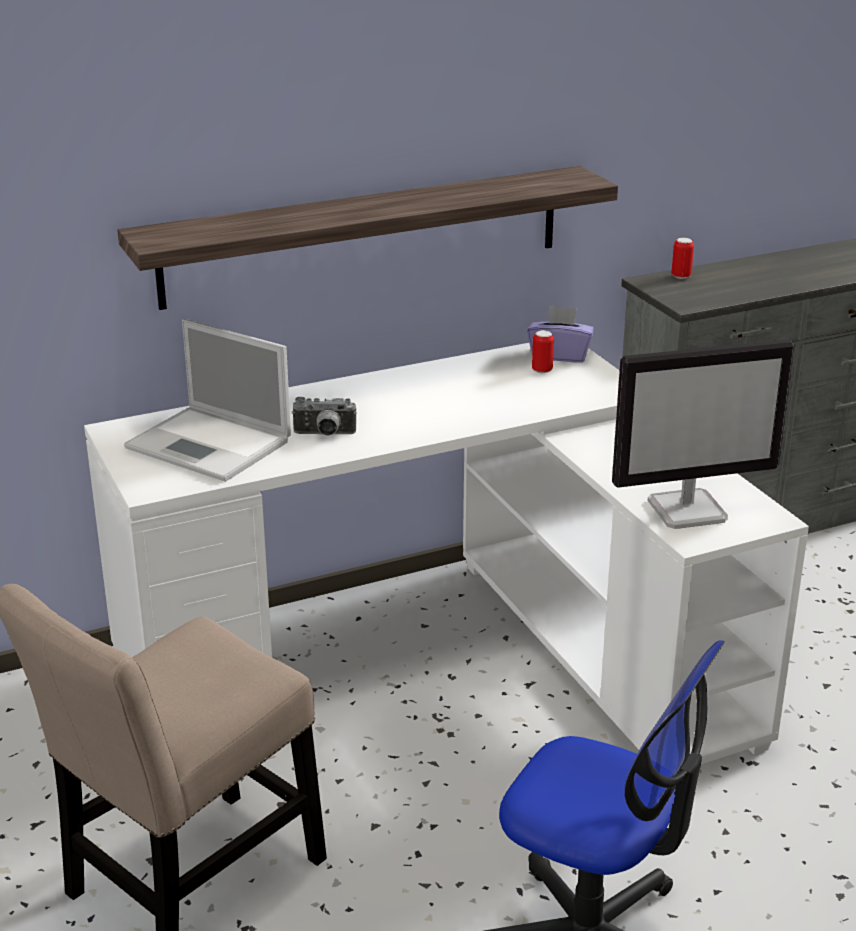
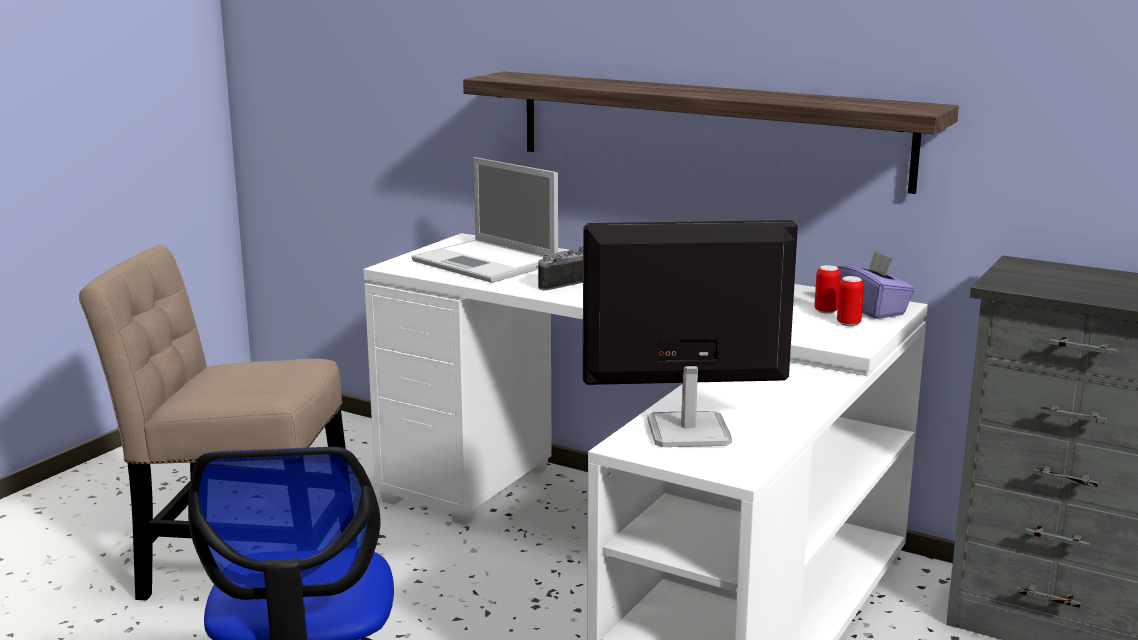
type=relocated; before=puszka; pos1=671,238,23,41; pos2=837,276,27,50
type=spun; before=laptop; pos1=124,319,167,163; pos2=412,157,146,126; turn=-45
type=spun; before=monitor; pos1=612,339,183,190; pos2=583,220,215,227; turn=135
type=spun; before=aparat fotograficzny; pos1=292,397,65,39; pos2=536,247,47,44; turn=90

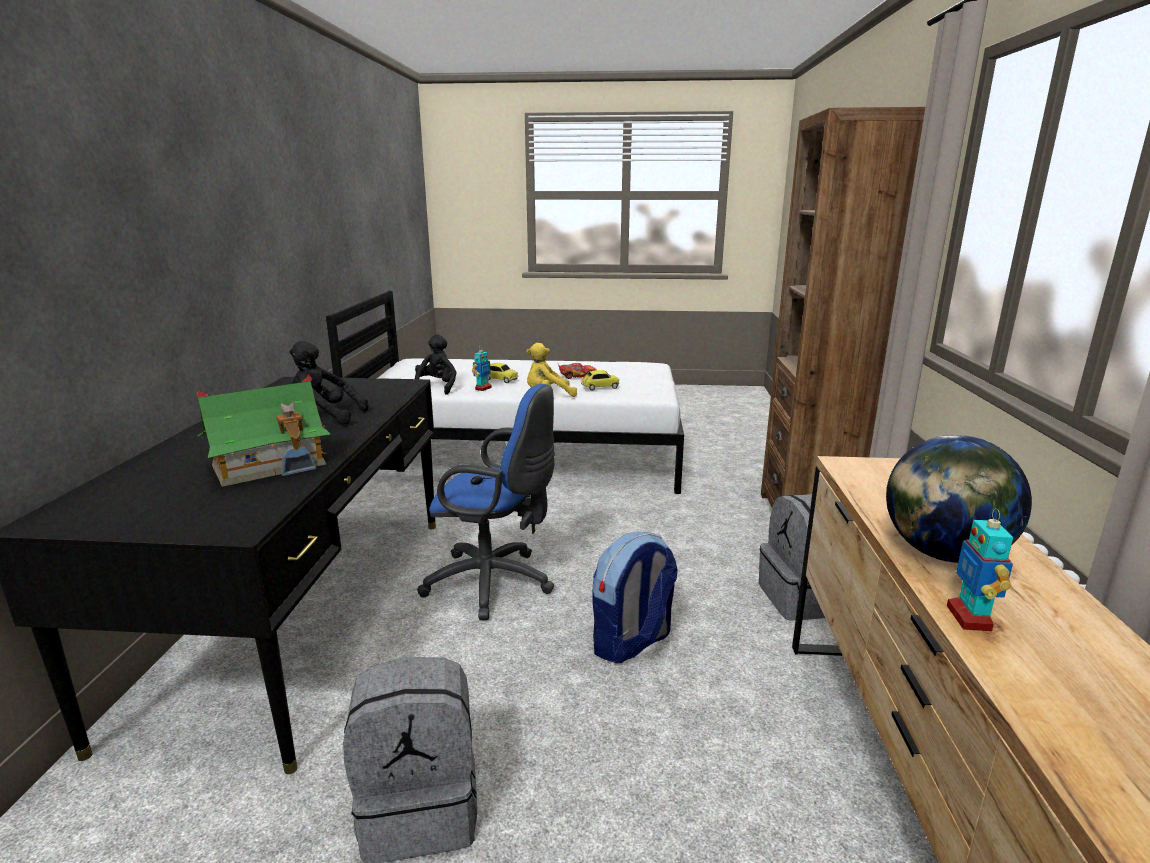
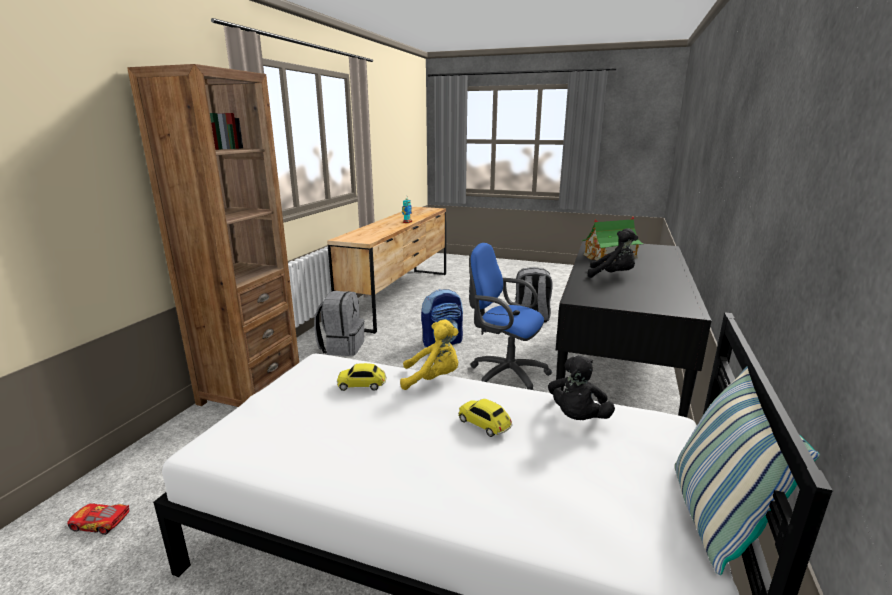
type=missing; before=robot zabawkowy; pos1=472,347,20,44
type=relocated; before=samochodzik; pos1=558,363,39,16; pos2=67,503,62,32
type=missing; before=globus; pos1=886,435,146,128
type=appeared; after=poduszka; pos2=674,366,146,209

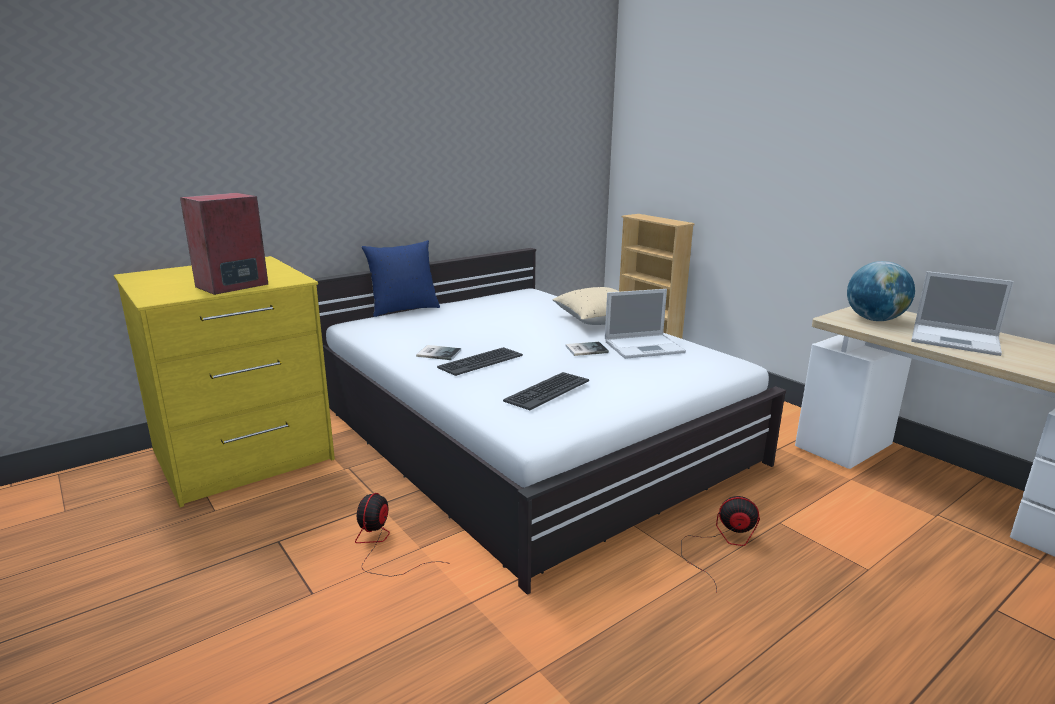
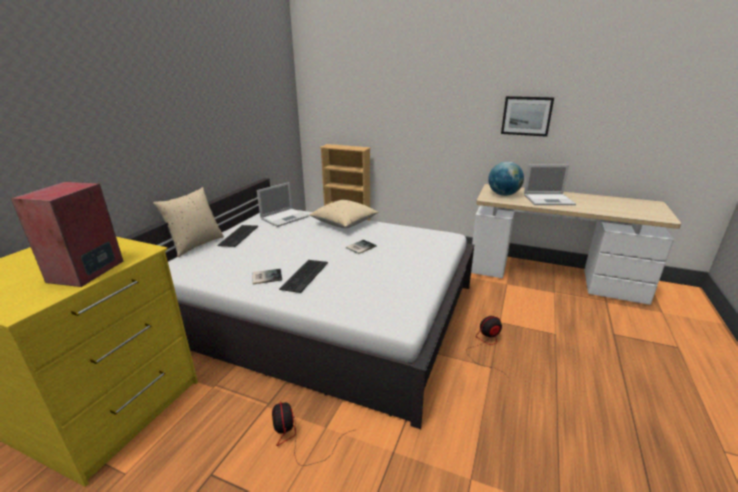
type=colour; before=poduszka [niebieski]; after=poduszka [beżowy]; pos1=362,240,78,77; pos2=153,187,71,70
type=relocated; before=laptop; pos1=605,289,81,70; pos2=257,182,52,45
type=relocated; before=klawiatura; pos1=503,372,86,38; pos2=218,225,40,22
type=appeared; after=obraz; pos2=501,96,53,41

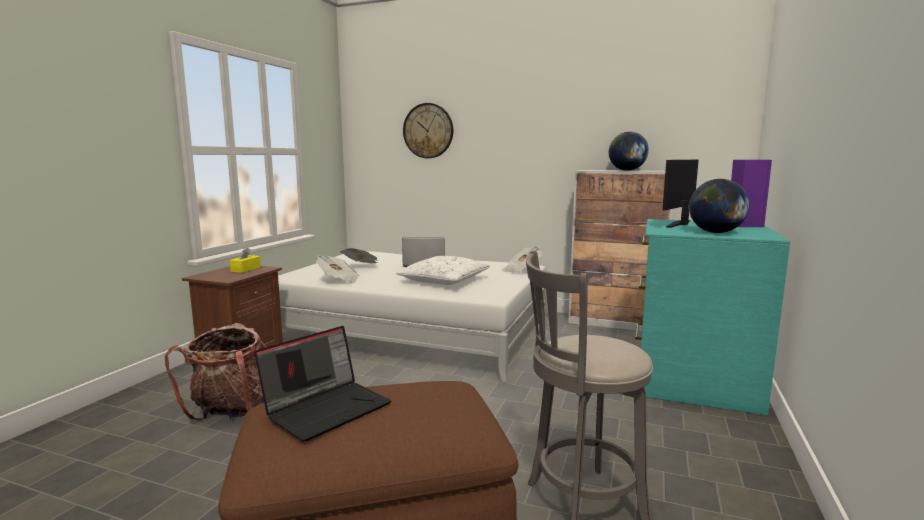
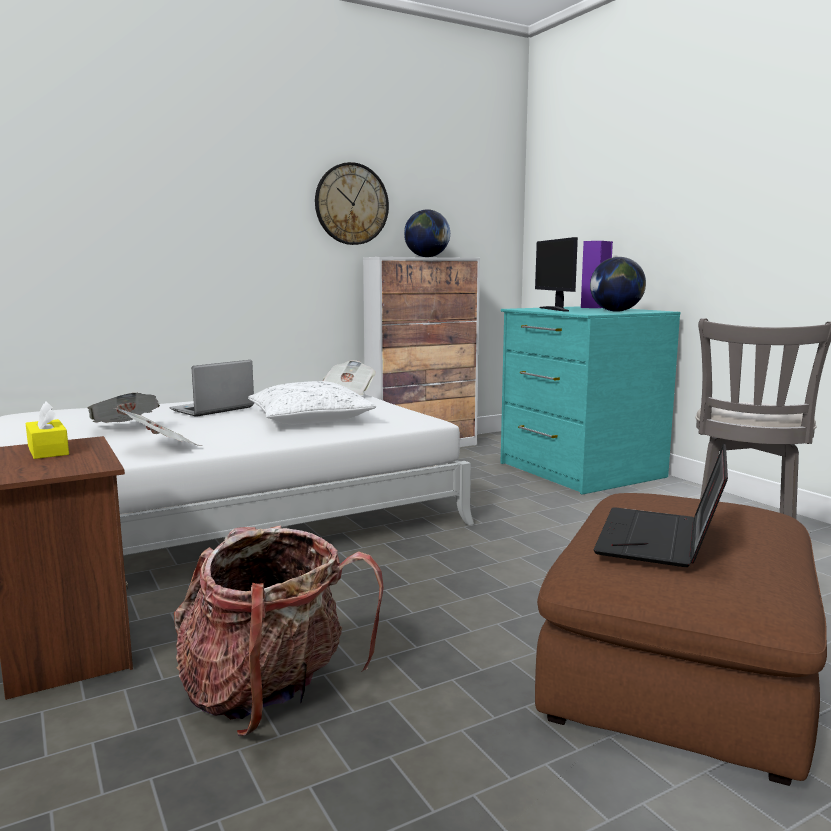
type=relocated; before=zegar ścienny; pos1=403,103,50,55; pos2=315,162,74,83
type=spun; before=laptop; pos1=254,326,137,116; pos2=593,443,135,124; turn=-150

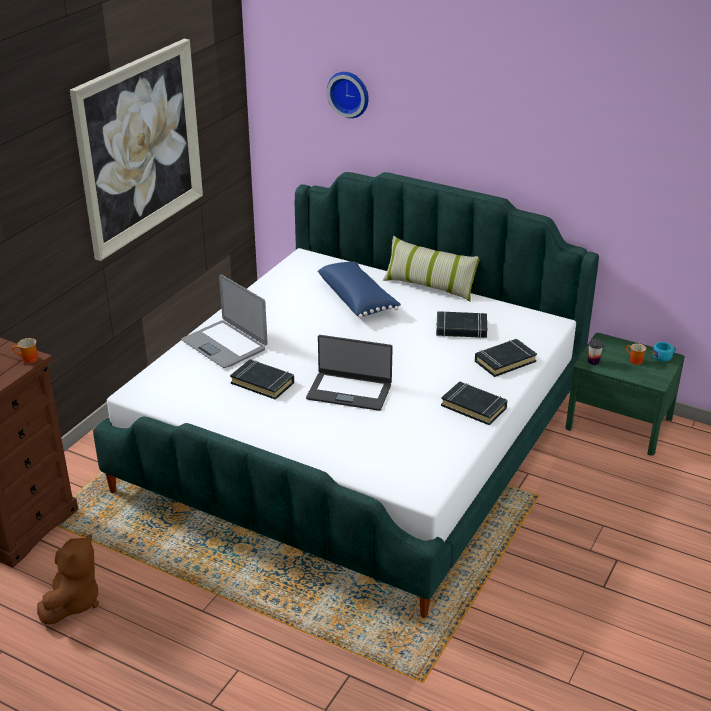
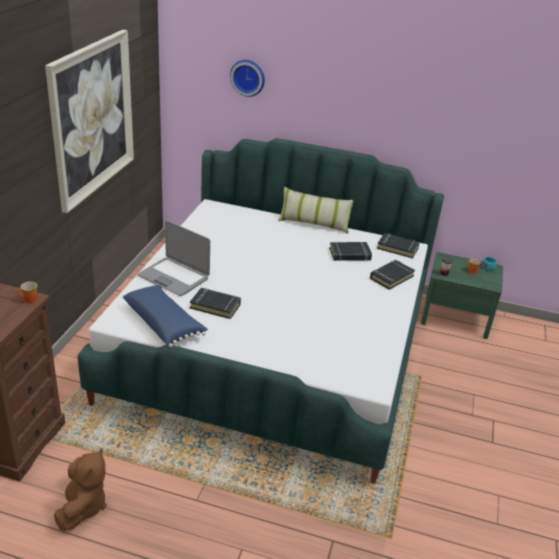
type=relocated; before=poduszka [niebieski]; pos1=317,261,84,57; pos2=122,285,86,63
type=missing; before=laptop; pos1=306,335,87,76
type=relocated; before=książka [czarny]; pos1=441,382,66,43; pos2=377,233,43,25

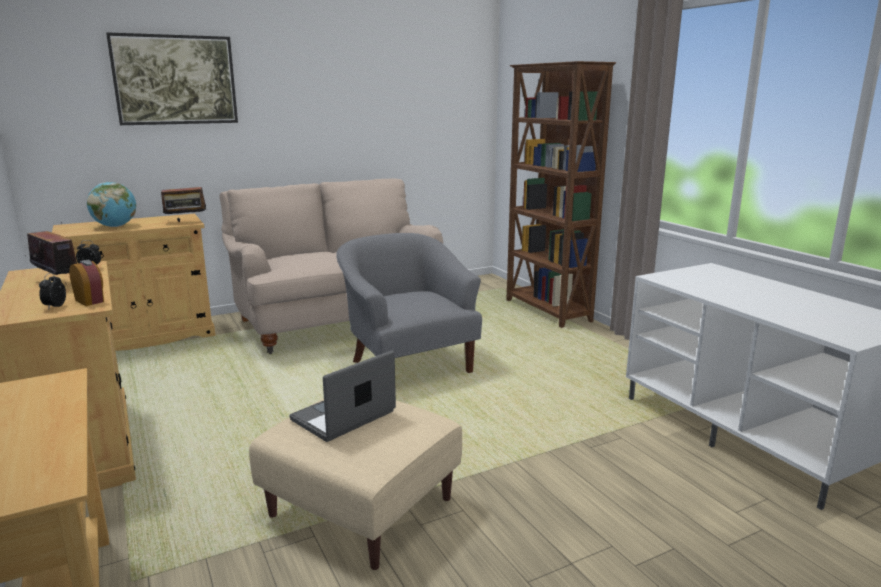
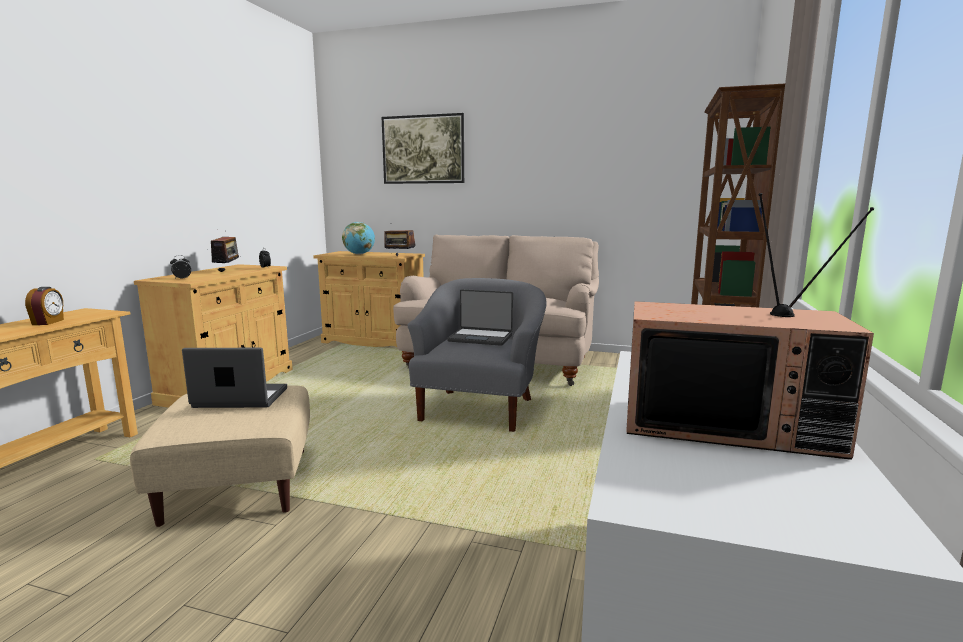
type=relocated; before=budzik; pos1=69,260,35,46; pos2=25,287,39,38
type=appeared; after=telewizor; pos2=626,193,248,267
type=appeared; after=laptop; pos2=447,289,66,57

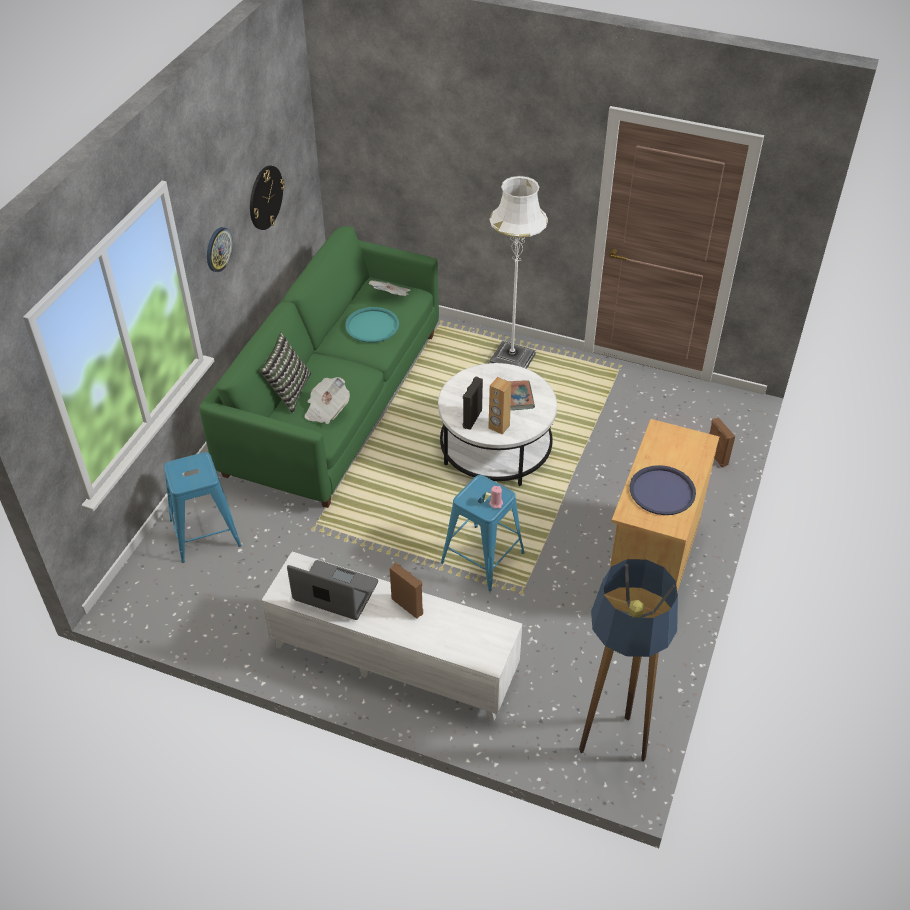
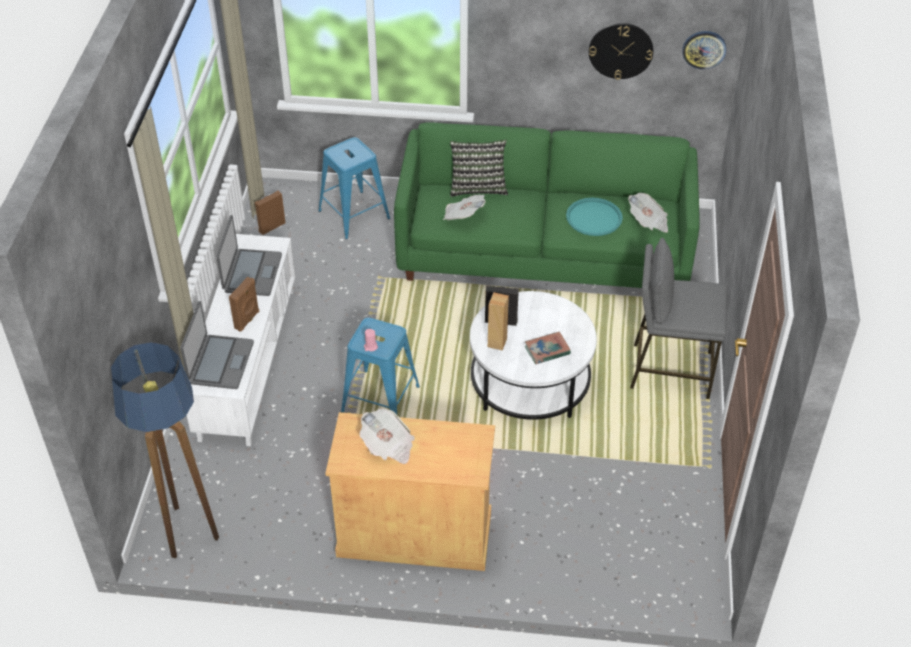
type=exchanged; before=lampa stojąca [biały]; after=stołek [szary]; pos1=488,176,60,193; pos2=630,238,97,161
type=relocated; before=zegar ścienny; pos1=207,227,26,45; pos2=683,31,43,38
type=relocated; before=głośnik [brązowy]; pos1=709,417,26,51; pos2=254,190,31,45
type=exchanged; before=taca [niebieski]; after=gazeta; pos1=630,465,66,50; pos2=359,409,56,55
type=appeared; after=laptop; pos2=180,301,74,88

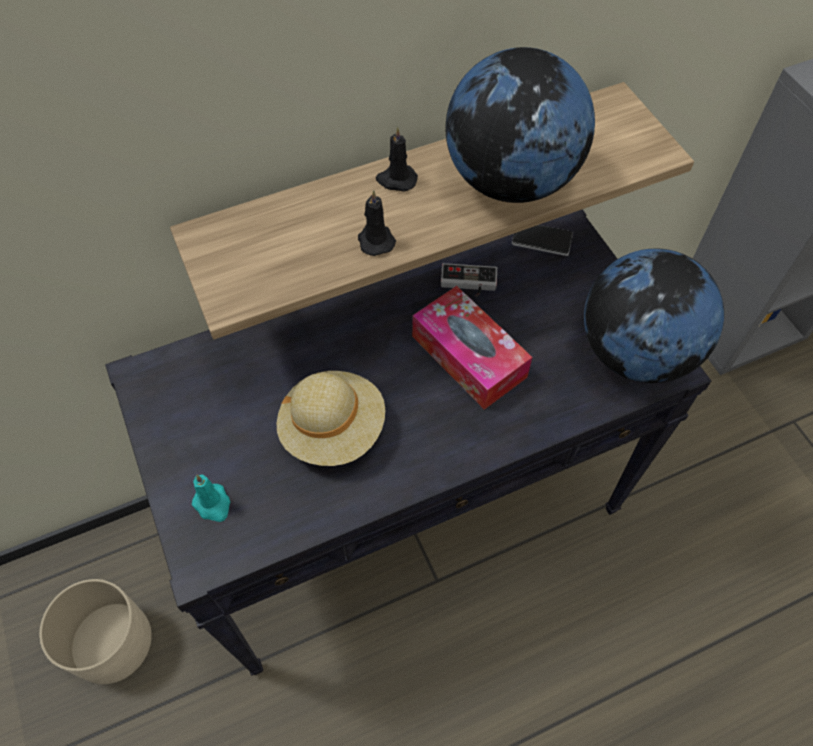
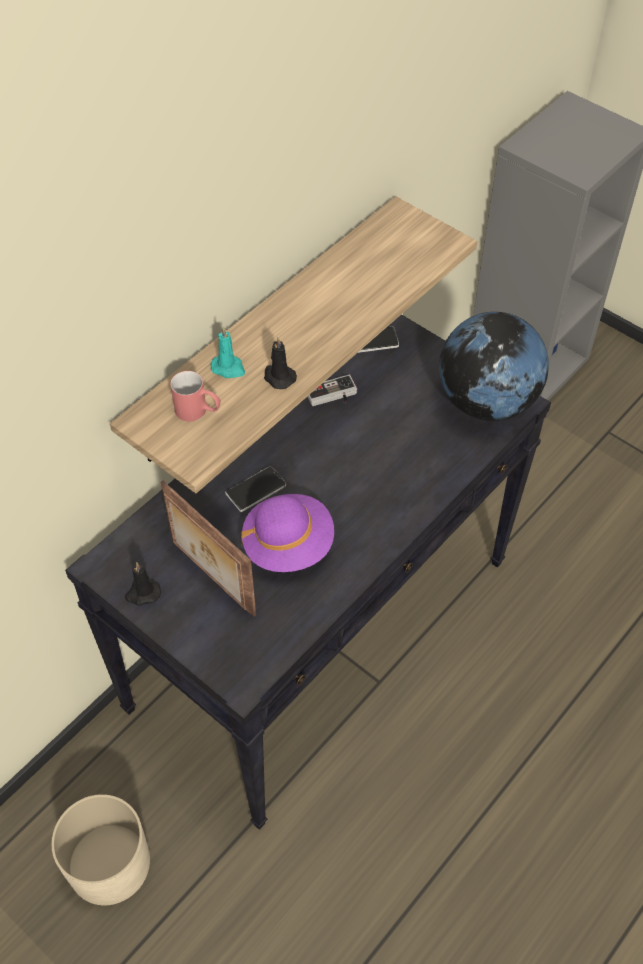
type=missing; before=globus; pos1=446,47,149,156
type=relocated; before=świeca [czarny]; pos1=376,127,42,64; pos2=125,562,36,43
type=missing; before=pudełko chusteczek; pos1=412,286,120,124
type=colour; before=kapelusz [beżowy]; after=kapelusz [fioletowy]; pos1=277,371,108,95; pos2=241,494,93,78
type=relocated; before=świeca [turkusowy]; pos1=192,475,38,47; pos2=211,326,34,52
type=appeared; after=kubek [czerwony]; pos2=170,371,51,50
type=appeared; after=telefon; pos2=225,466,61,46
type=appeared; after=ramka na zdjęcie; pos2=161,481,95,136

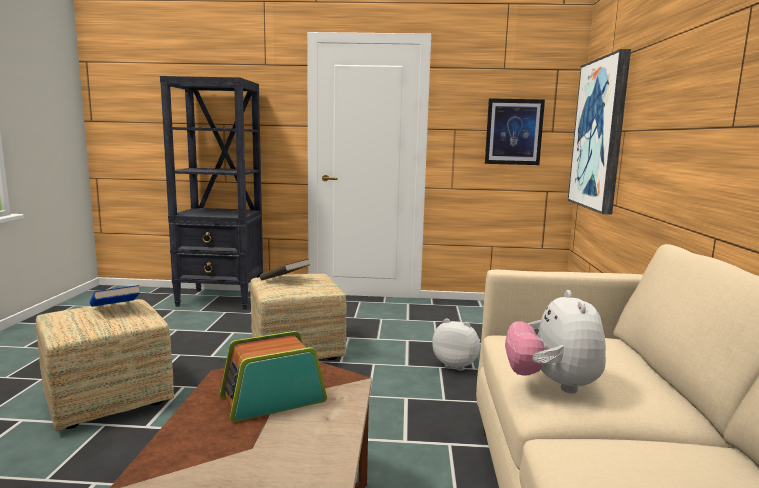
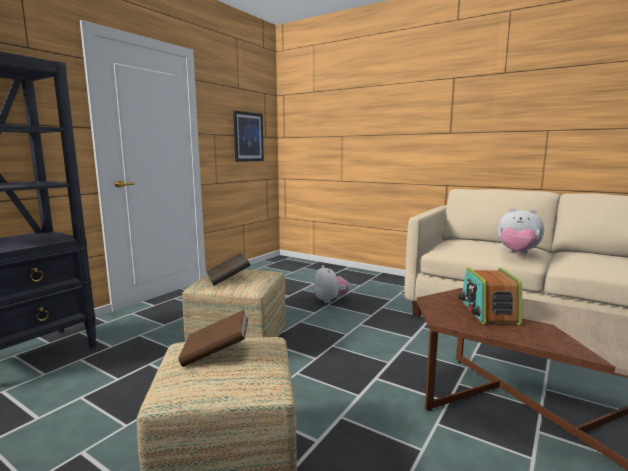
type=missing; before=obraz; pos1=568,49,63,166
type=colour; before=książka [niebieski]; after=książka [brązowy]; pos1=90,285,50,22; pos2=178,310,70,57
type=spun; before=pluszak; pos1=432,318,48,53; pos2=313,265,36,38; turn=105

